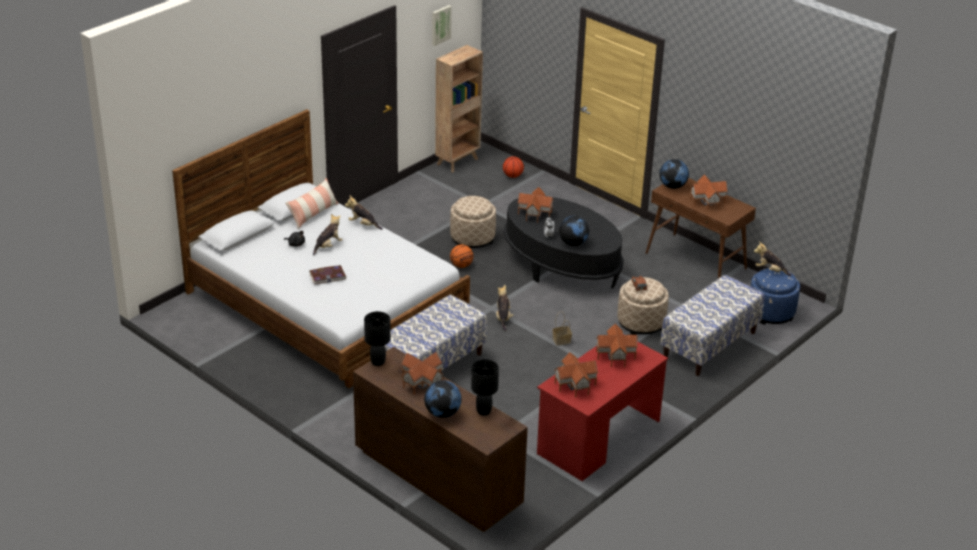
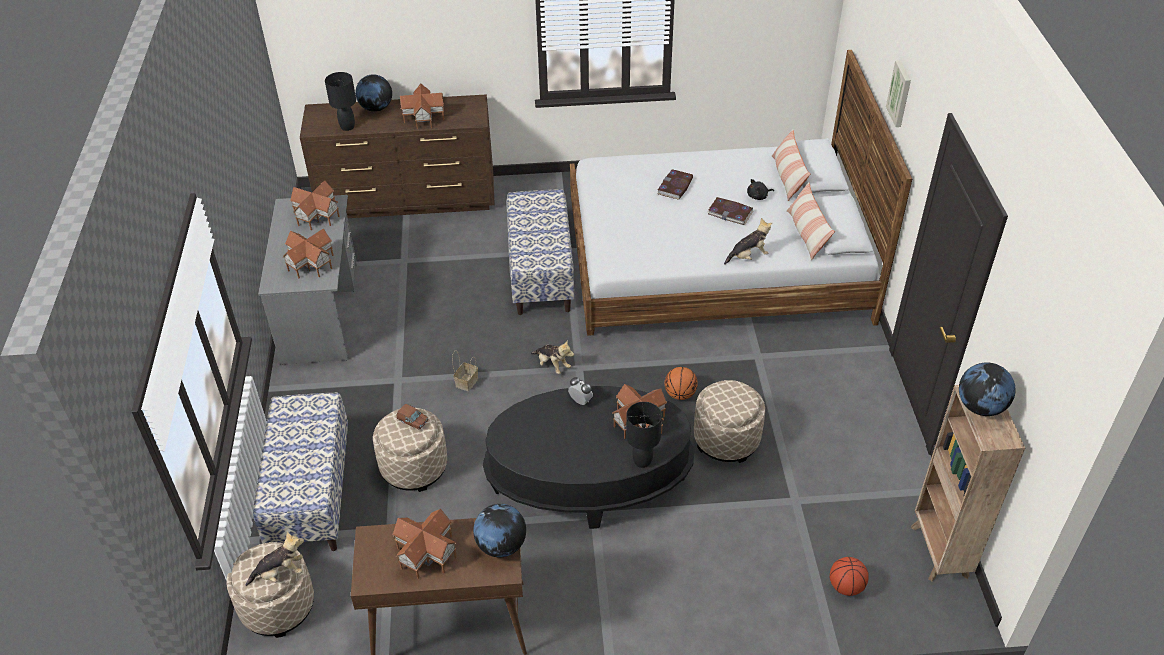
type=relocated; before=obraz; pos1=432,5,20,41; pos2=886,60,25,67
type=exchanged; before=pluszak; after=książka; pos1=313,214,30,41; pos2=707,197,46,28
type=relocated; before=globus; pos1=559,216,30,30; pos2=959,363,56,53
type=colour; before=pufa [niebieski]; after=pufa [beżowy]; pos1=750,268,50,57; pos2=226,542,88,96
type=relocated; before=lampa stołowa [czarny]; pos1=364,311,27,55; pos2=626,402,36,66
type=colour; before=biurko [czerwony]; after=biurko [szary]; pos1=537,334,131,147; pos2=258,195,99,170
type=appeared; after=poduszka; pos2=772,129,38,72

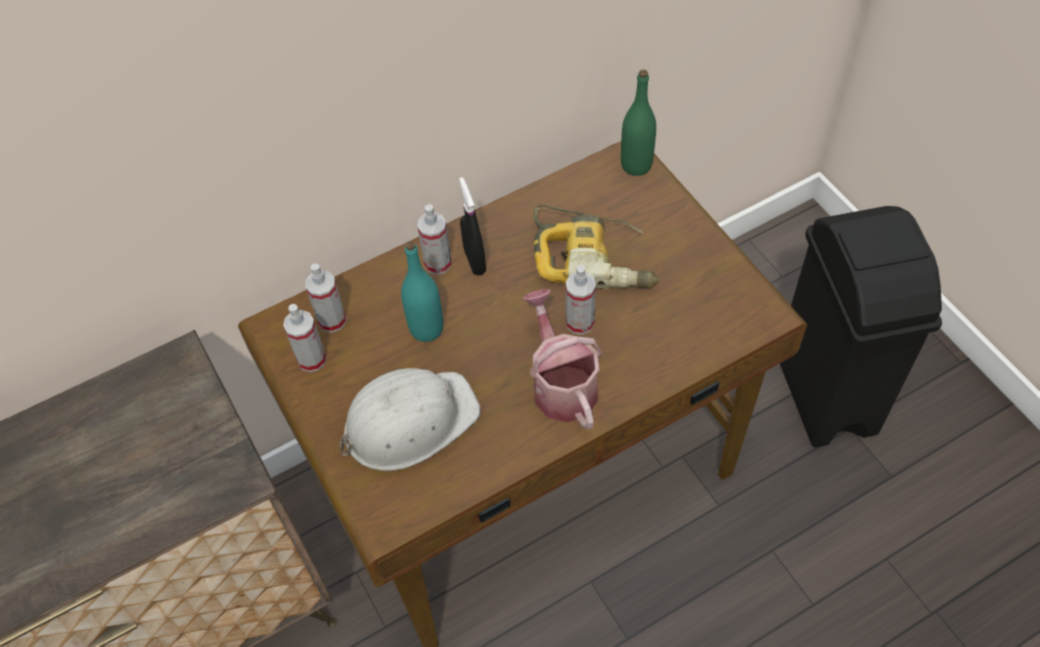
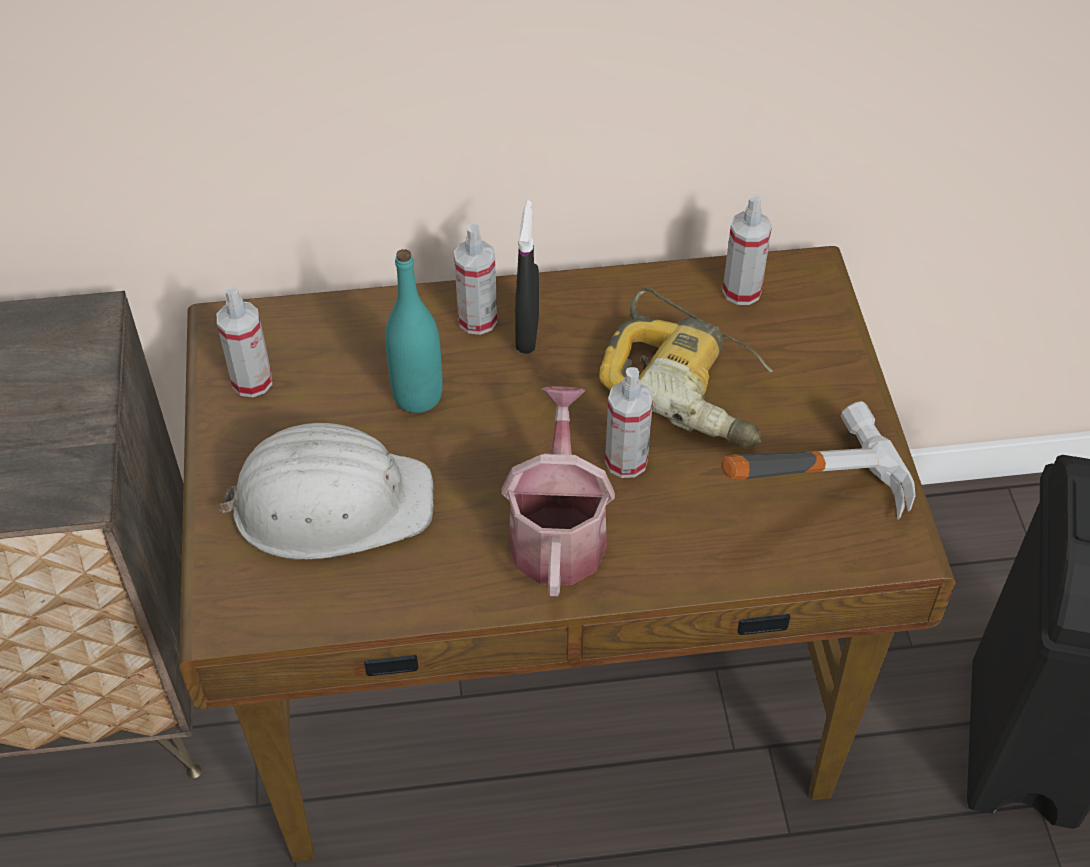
type=missing; before=butelka [zielony]; pos1=621,70,35,106
type=relocated; before=spryskiwacz; pos1=306,263,40,70; pos2=722,194,50,111
type=appeared; after=młotek; pos2=721,401,195,119

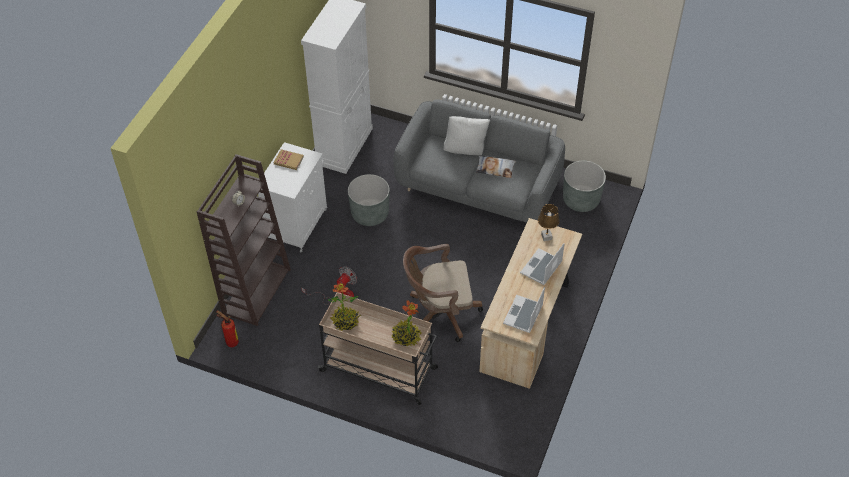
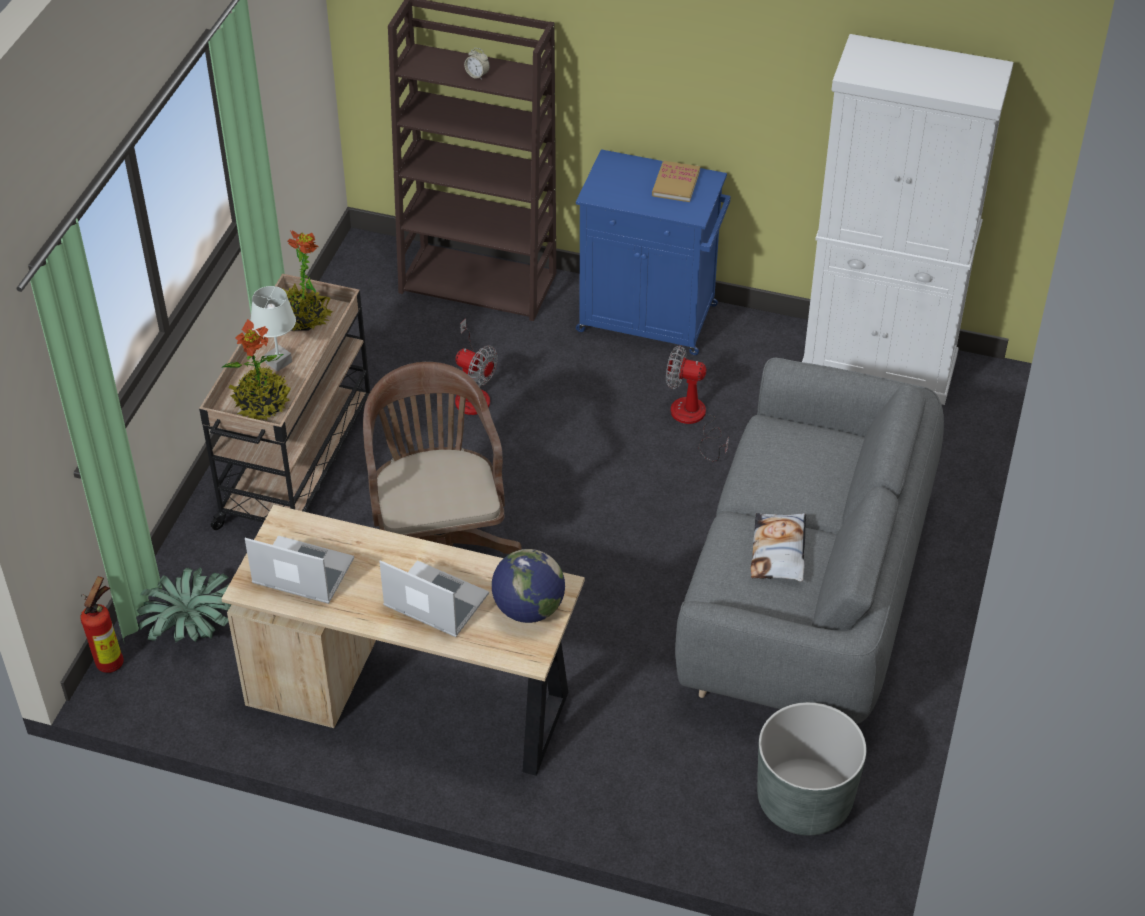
type=missing; before=poduszka [biały]; pos1=443,116,47,39
type=colour; before=szafka [biały]; after=szafka [niebieski]; pos1=258,142,69,110; pos2=576,149,155,206
type=exchanged; before=donica [szary]; after=wentylator; pos1=348,174,42,52; pos2=666,345,63,117
type=exchanged; before=lampa stołowa [brązowy]; after=globus; pos1=538,204,22,37; pos2=492,549,73,74
type=relocated; before=gaśnica; pos1=216,310,23,37; pos2=80,576,44,97
type=appeared; after=lampa stołowa [biały]; pos2=250,286,46,86
type=appeared; after=roślina doniczkowa; pos2=137,567,94,75

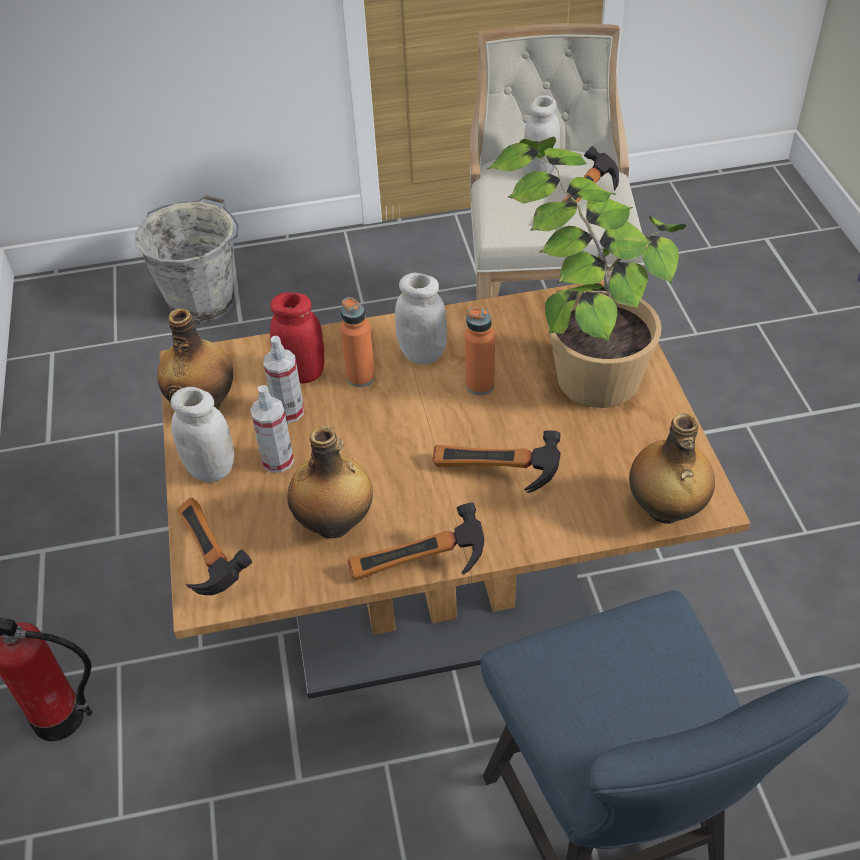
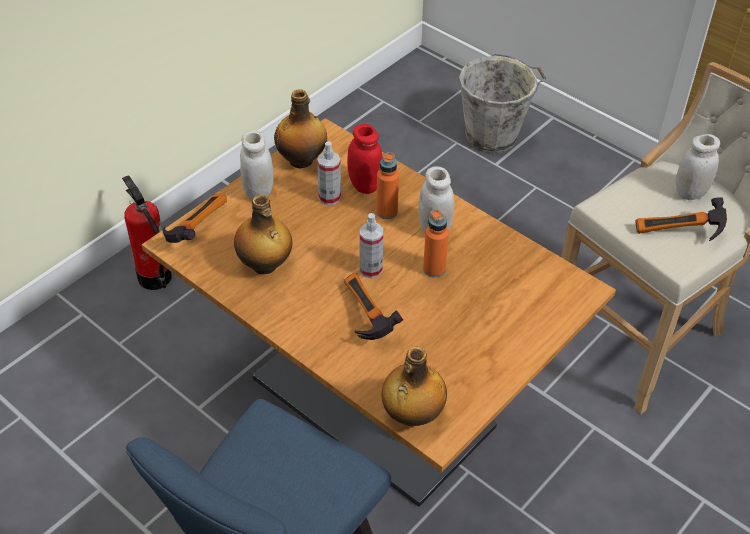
type=missing; before=roślina doniczkowa; pos1=488,136,198,272
type=relocated; before=spryskiwacz; pos1=250,385,44,88; pos2=360,213,23,66
type=missing; before=młotek; pos1=348,503,136,77

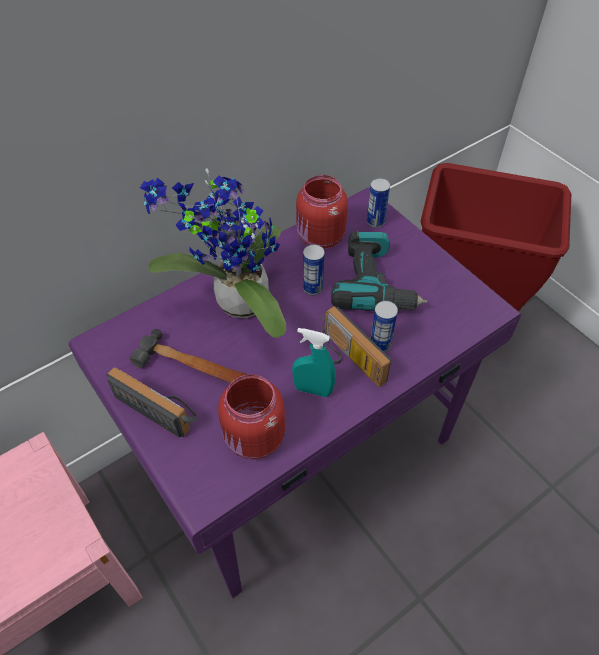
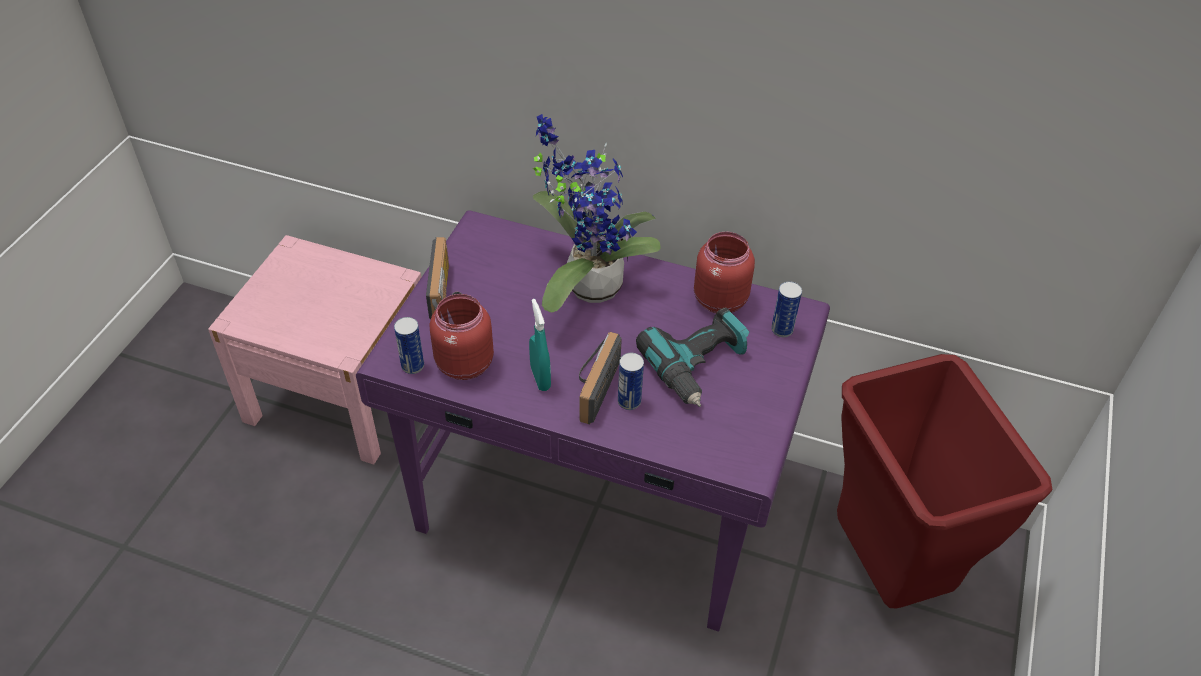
type=relocated; before=puszka; pos1=303,244,22,51; pos2=394,317,30,57
type=missing; before=młotek; pos1=130,329,117,54

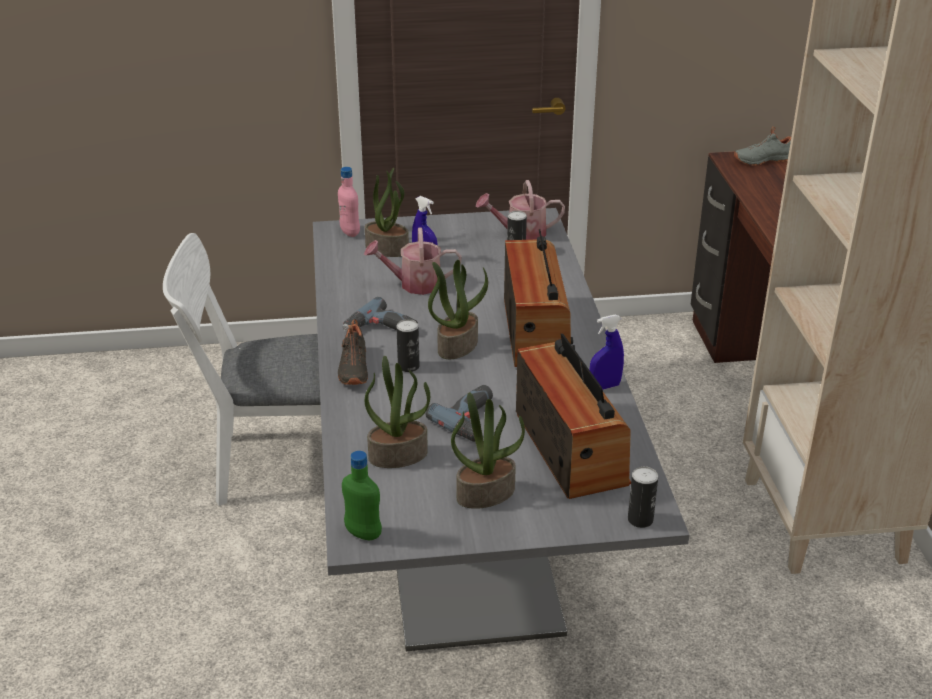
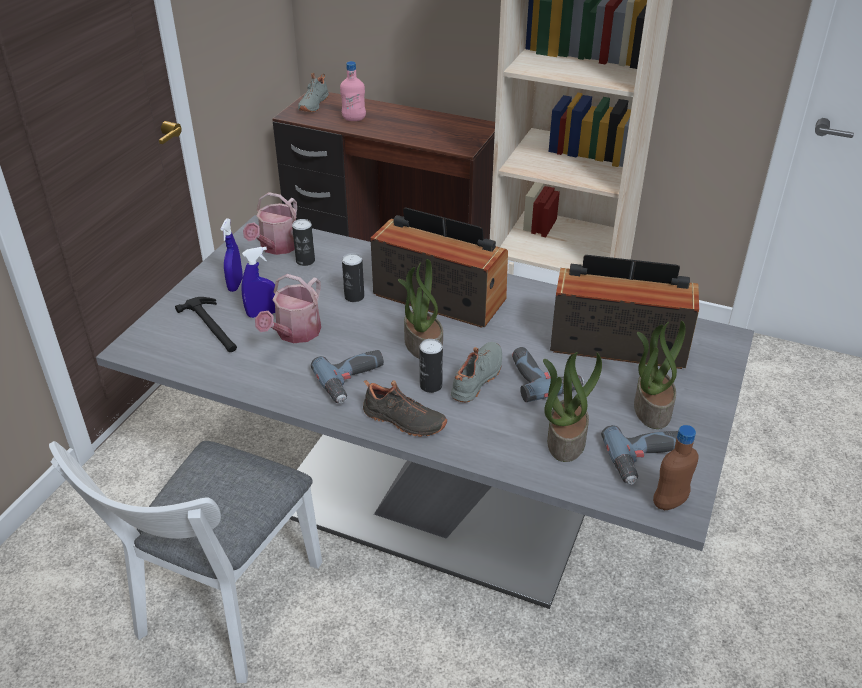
type=relocated; before=butelka [różowy]; pos1=338,167,22,70; pos2=340,61,26,60
type=exchanged; before=roślina doniczkowa; after=młotek; pos1=365,168,44,89; pos2=175,297,62,55
type=relocated; before=spryskiwacz [niebieski]; pos1=589,314,35,76; pos2=220,219,23,73
type=colour; before=butelka [zielony]; after=butelka [brązowy]; pos1=342,451,40,89; pos2=653,425,46,85
type=relocated; before=puszka; pos1=628,466,30,62; pos2=342,253,22,49
type=appeared; after=but [szary]; pos2=451,342,51,60
type=appeared; after=wiertarka; pos2=601,425,77,59

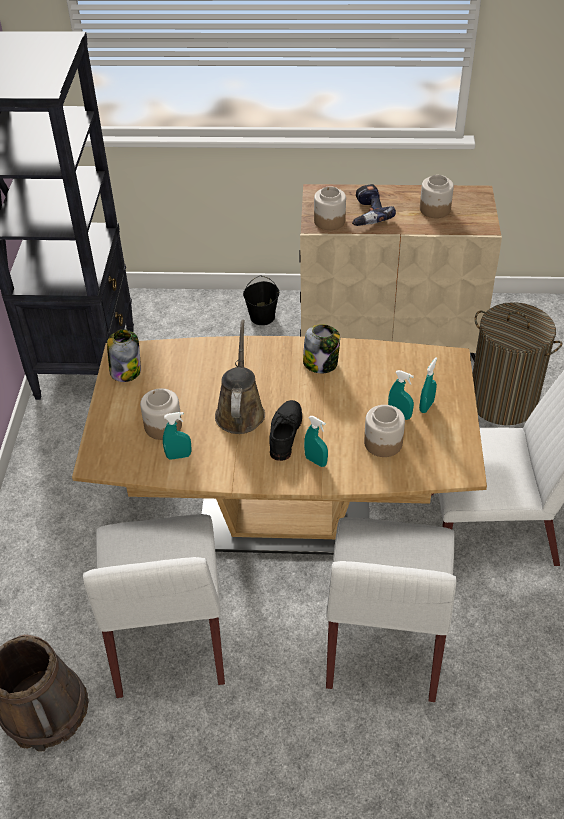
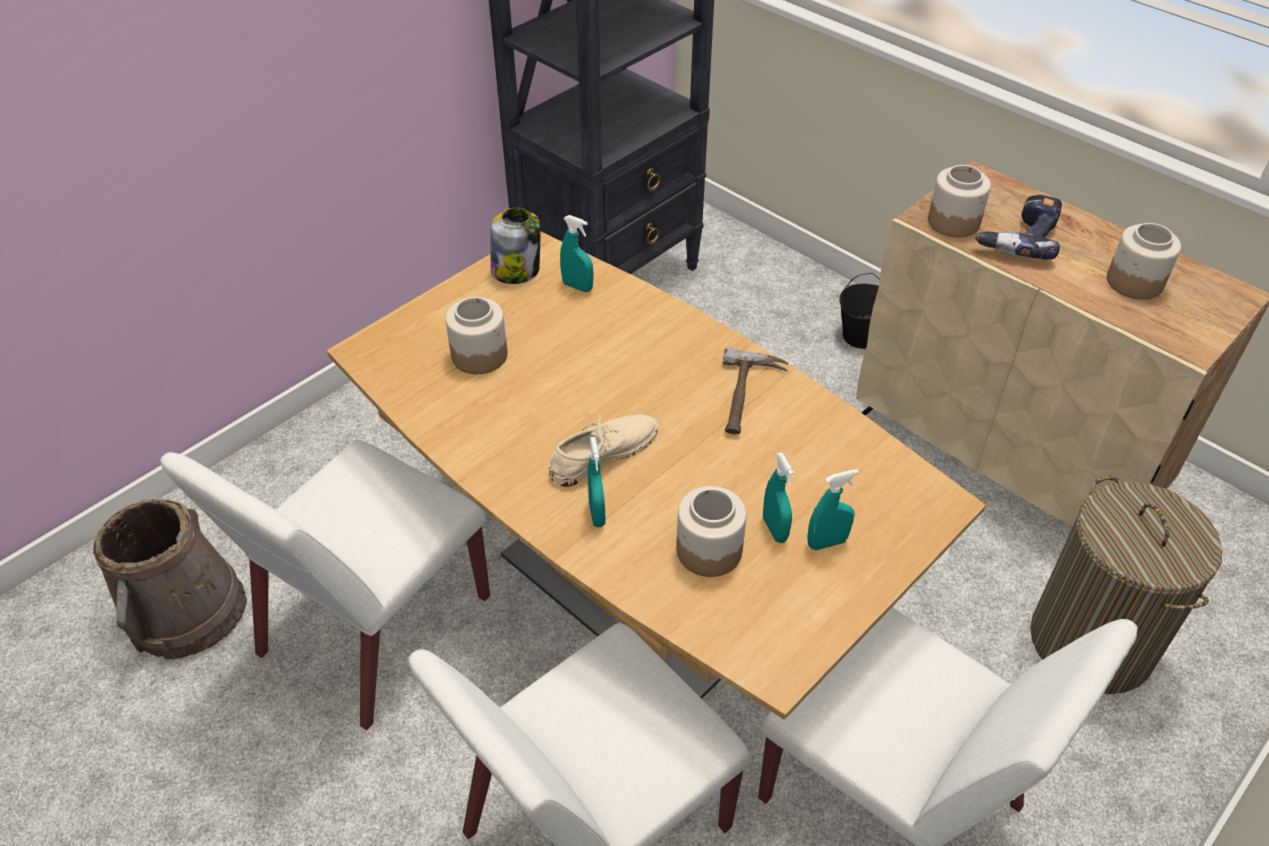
type=missing; before=konewka [brązowy]; pos1=215,320,50,114
type=exchanged; before=słoik; after=młotek; pos1=303,324,37,49; pos2=723,347,65,87
type=colour; before=but [czarny]; after=but [beżowy]; pos1=269,400,33,61; pos2=549,414,109,73
type=relocated; before=spryskiwacz [turkusowy]; pos1=163,412,28,48; pos2=560,215,34,77

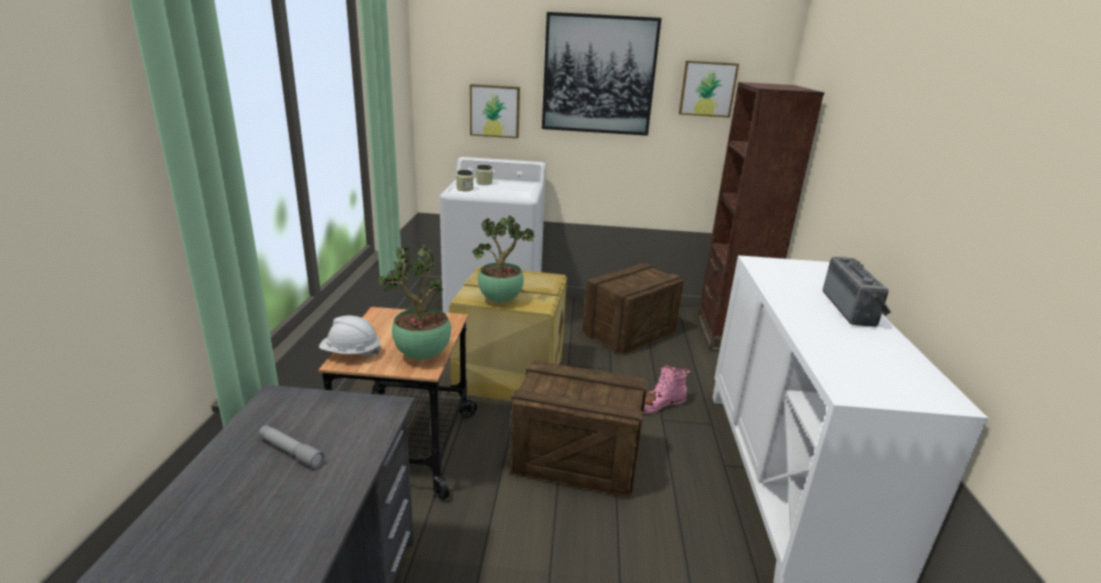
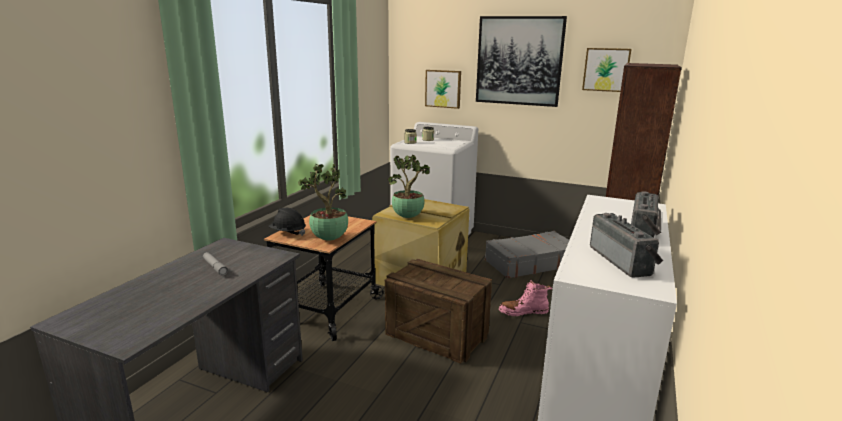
type=exchanged; before=skrzynka; after=walizka [szary]; pos1=582,263,102,92; pos2=485,231,84,47
type=colour; before=kask [biały]; after=kask [czarny]; pos1=319,316,63,40; pos2=269,208,37,28
type=appeared; after=radio; pos2=590,213,73,65

